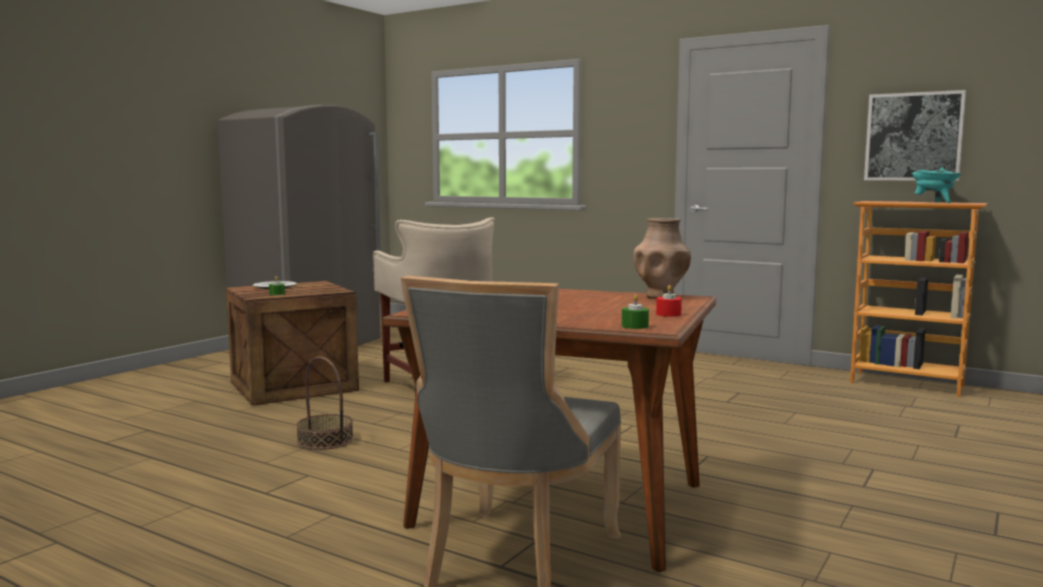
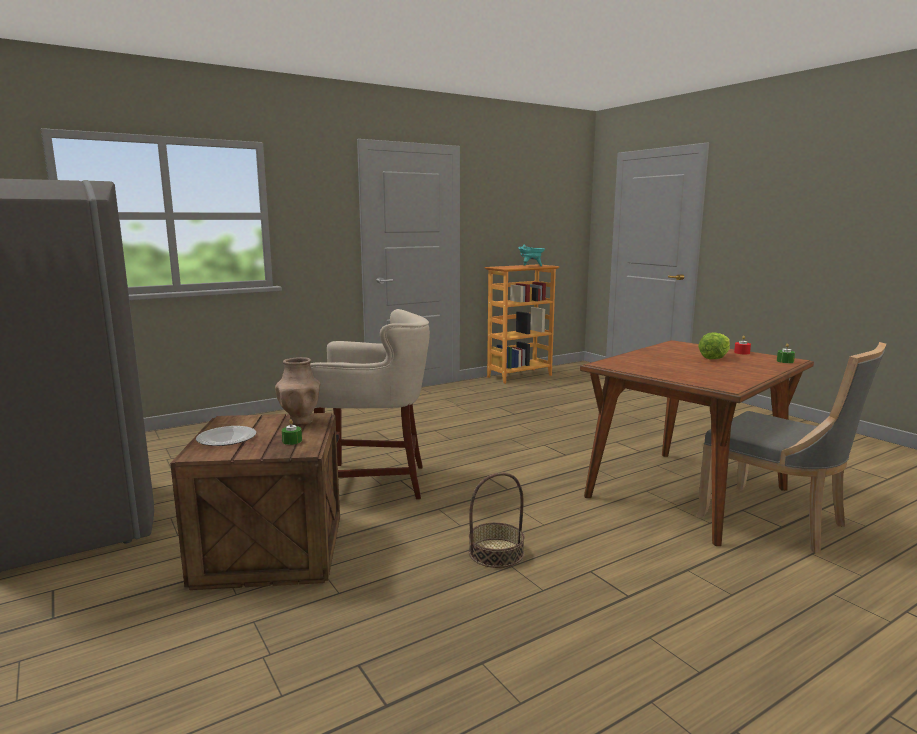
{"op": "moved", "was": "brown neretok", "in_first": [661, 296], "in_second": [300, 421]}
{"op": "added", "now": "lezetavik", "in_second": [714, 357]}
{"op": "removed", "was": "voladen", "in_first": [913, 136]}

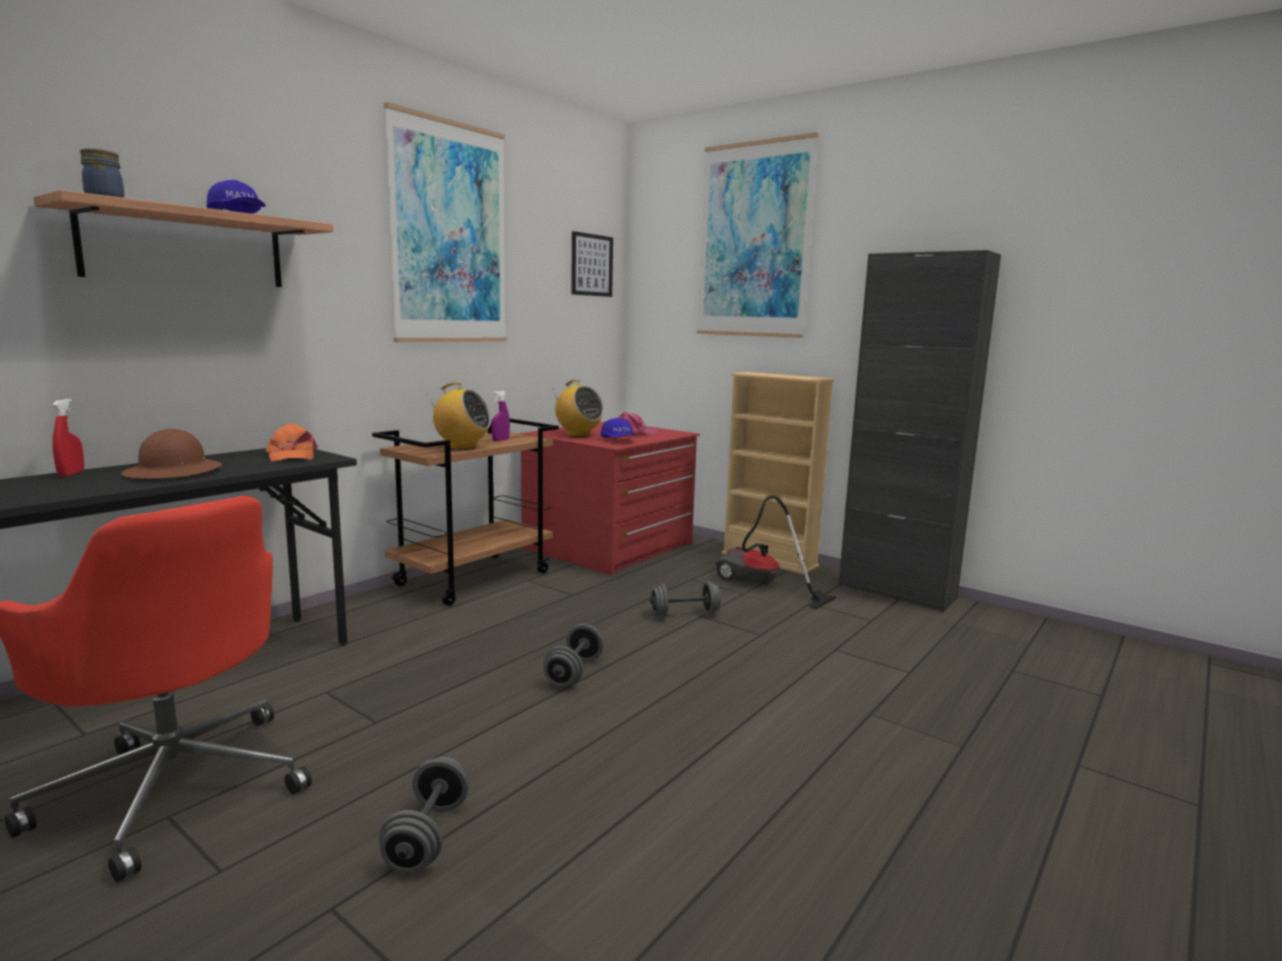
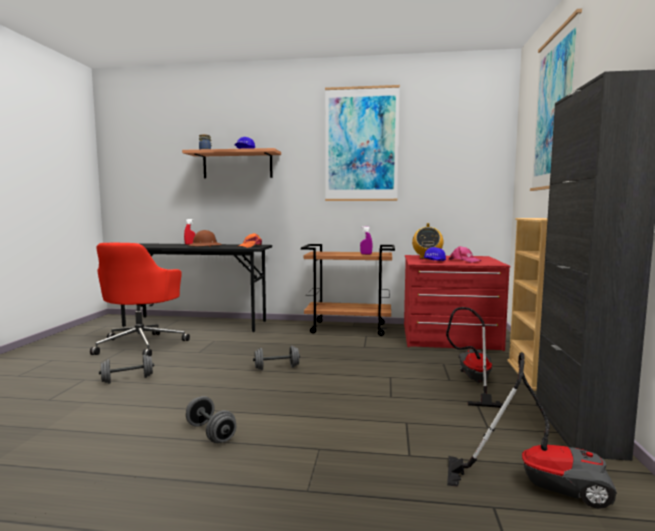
{"op": "moved", "was": "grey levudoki", "in_first": [684, 614], "in_second": [210, 433]}
{"op": "added", "now": "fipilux", "in_second": [538, 482]}
{"op": "removed", "was": "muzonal", "in_first": [462, 447]}
{"op": "removed", "was": "voladen", "in_first": [591, 265]}

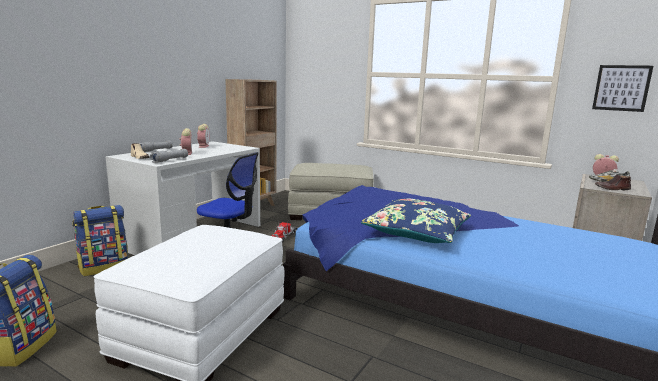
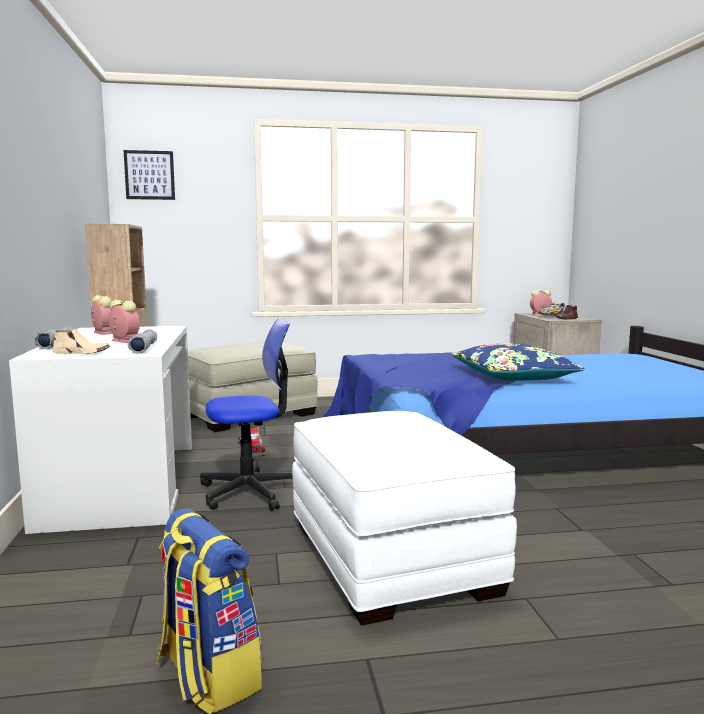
{"op": "moved", "was": "voladen", "in_first": [621, 88], "in_second": [149, 175]}
{"op": "removed", "was": "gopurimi", "in_first": [104, 267]}

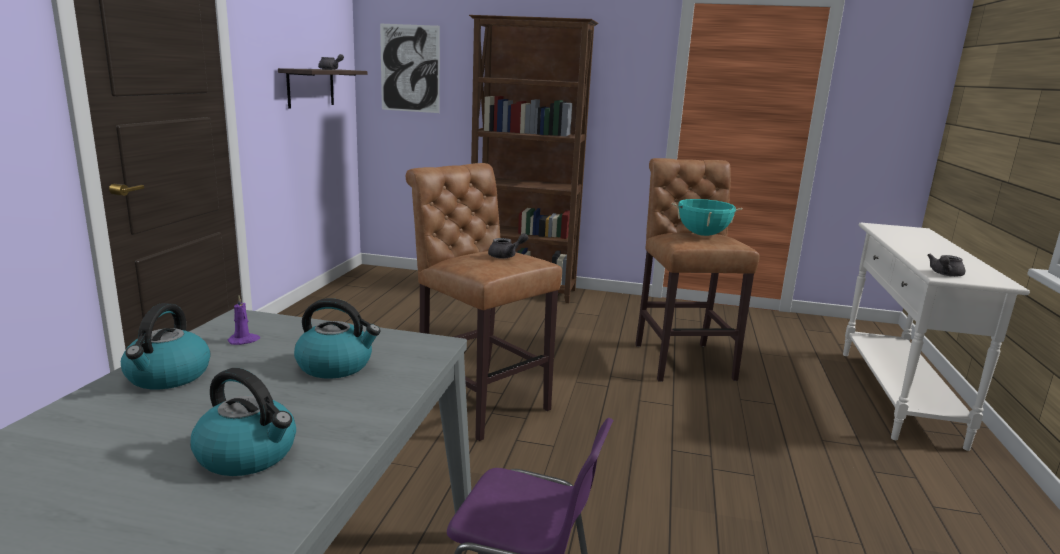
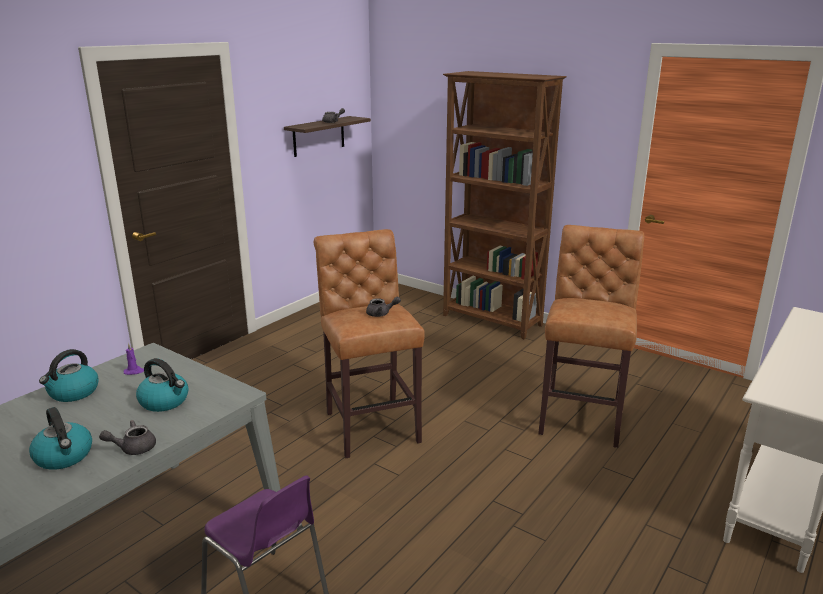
{"op": "moved", "was": "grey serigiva", "in_first": [944, 274], "in_second": [133, 448]}
{"op": "removed", "was": "voladen", "in_first": [410, 68]}
{"op": "removed", "was": "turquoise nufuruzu", "in_first": [703, 234]}

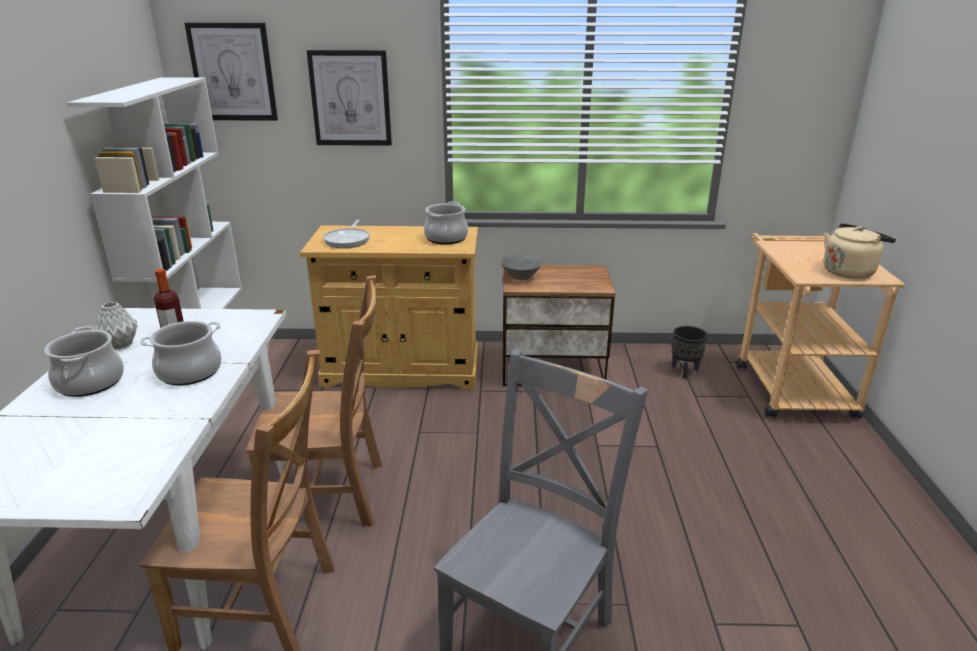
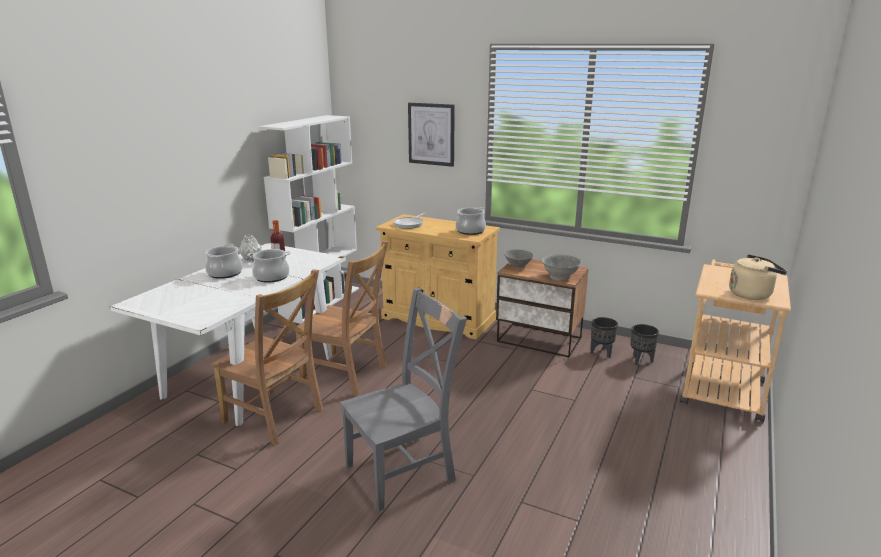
{"op": "added", "now": "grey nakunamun", "in_second": [560, 277]}
{"op": "added", "now": "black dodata", "in_second": [601, 352]}
{"op": "removed", "was": "voladen", "in_first": [233, 72]}

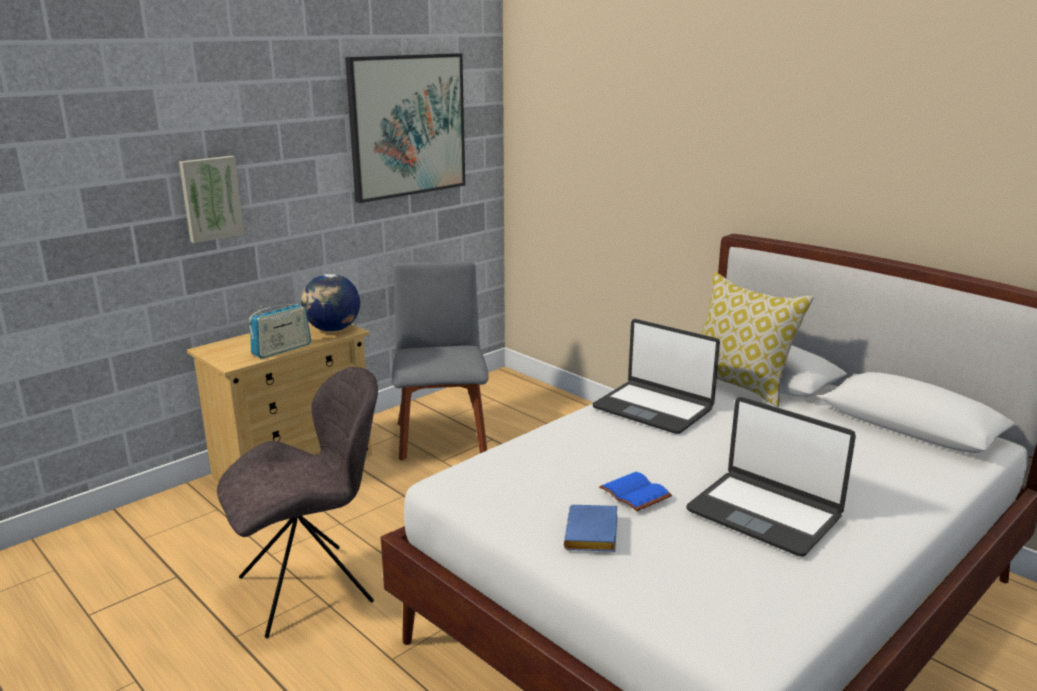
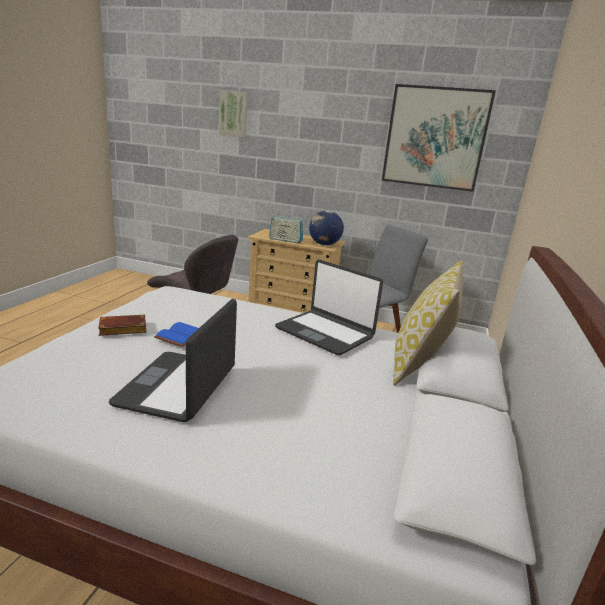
{"op": "recoloured", "was": "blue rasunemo", "now": "brown rasunemo", "in_first": [593, 535], "in_second": [121, 330]}
{"op": "moved", "was": "voladen", "in_first": [210, 198], "in_second": [234, 114]}
{"op": "turned", "was": "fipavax", "in_first": [653, 408], "in_second": [325, 332], "clockwise": -60}

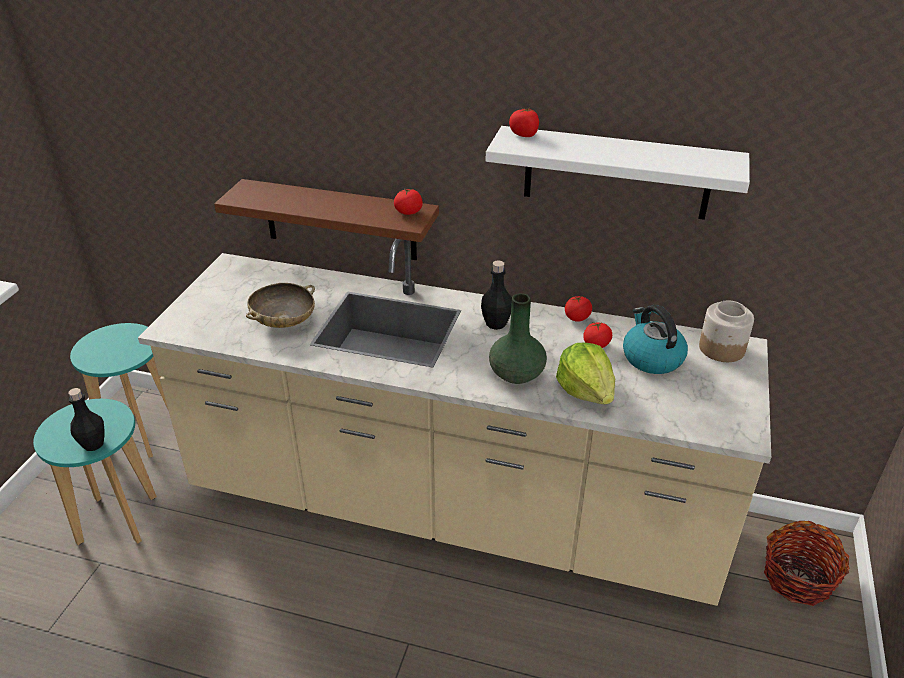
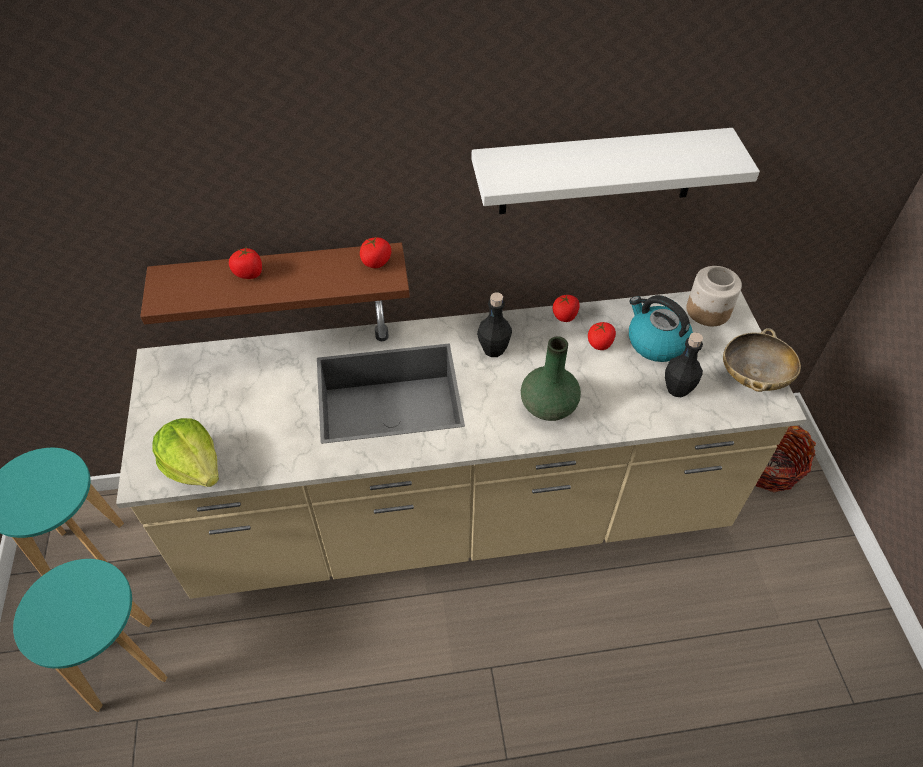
{"op": "moved", "was": "lezetavik", "in_first": [586, 390], "in_second": [194, 465]}
{"op": "moved", "was": "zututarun", "in_first": [524, 134], "in_second": [249, 273]}
{"op": "moved", "was": "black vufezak", "in_first": [93, 444], "in_second": [677, 388]}
{"op": "moved", "was": "beige nakunamun", "in_first": [284, 322], "in_second": [754, 376]}

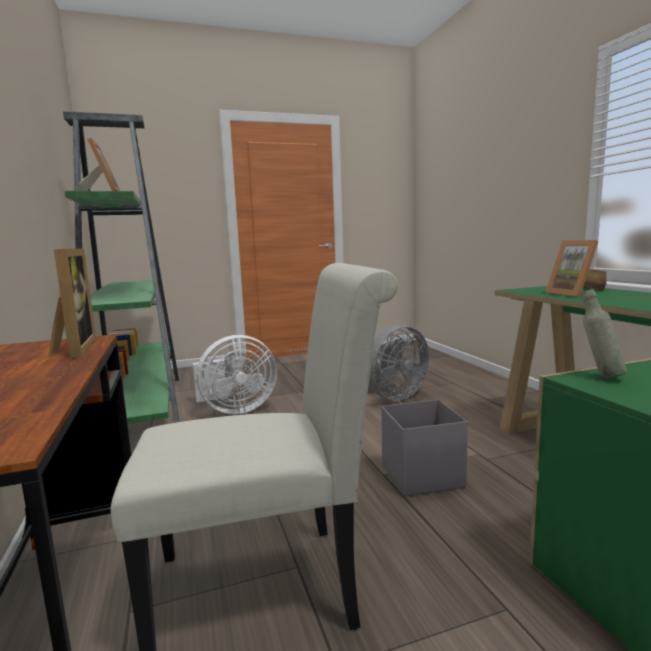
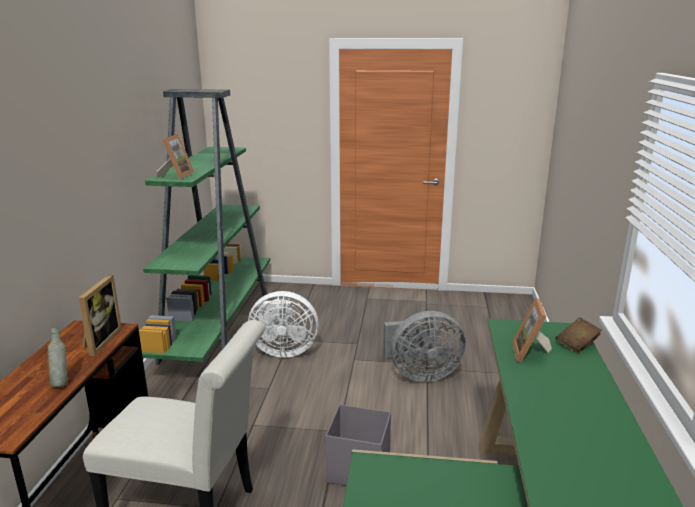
{"op": "moved", "was": "grey vufezak", "in_first": [600, 376], "in_second": [61, 383]}

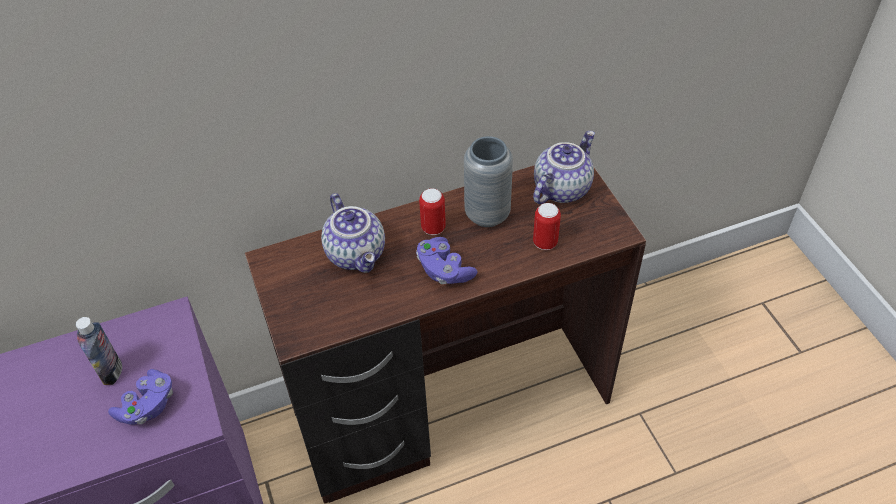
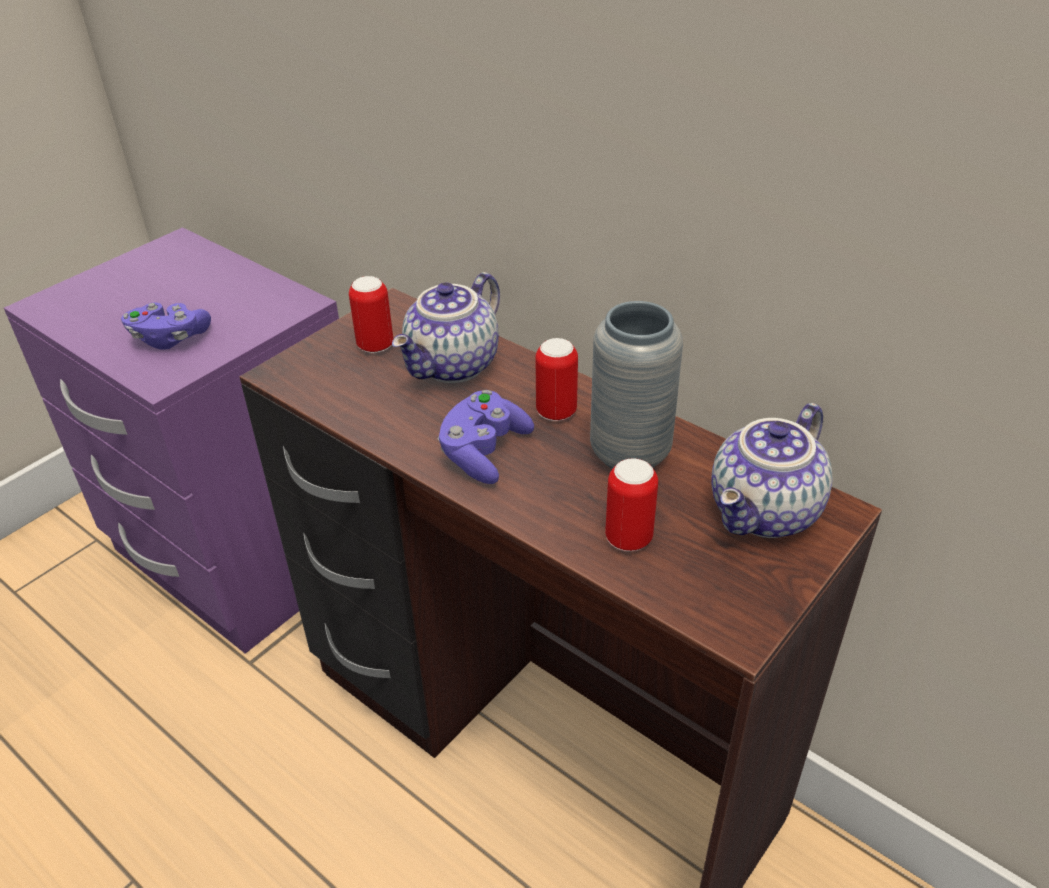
{"op": "added", "now": "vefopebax", "in_second": [375, 346]}
{"op": "turned", "was": "serigiva", "in_first": [561, 188], "in_second": [766, 514], "clockwise": 120}
{"op": "removed", "was": "vufezak", "in_first": [111, 372]}

